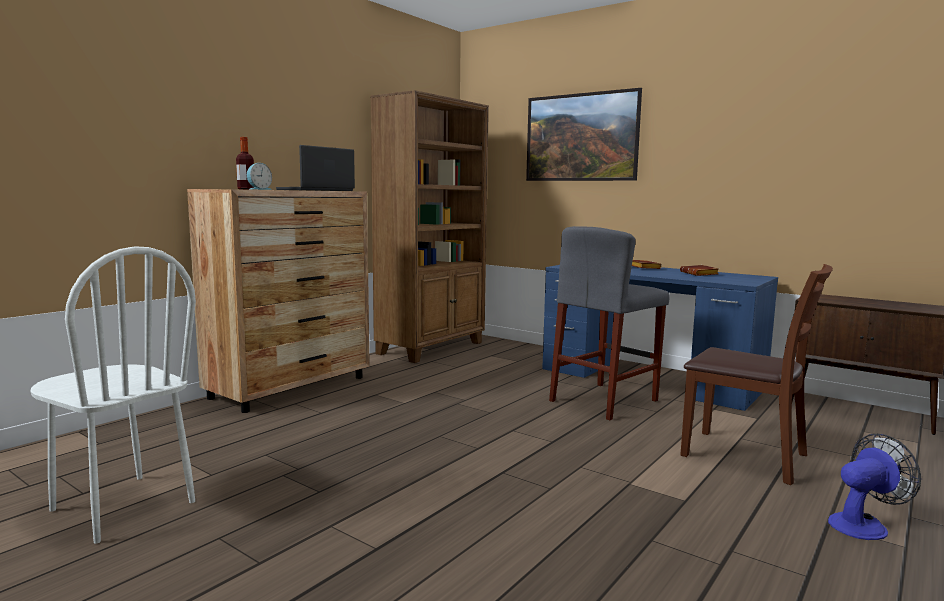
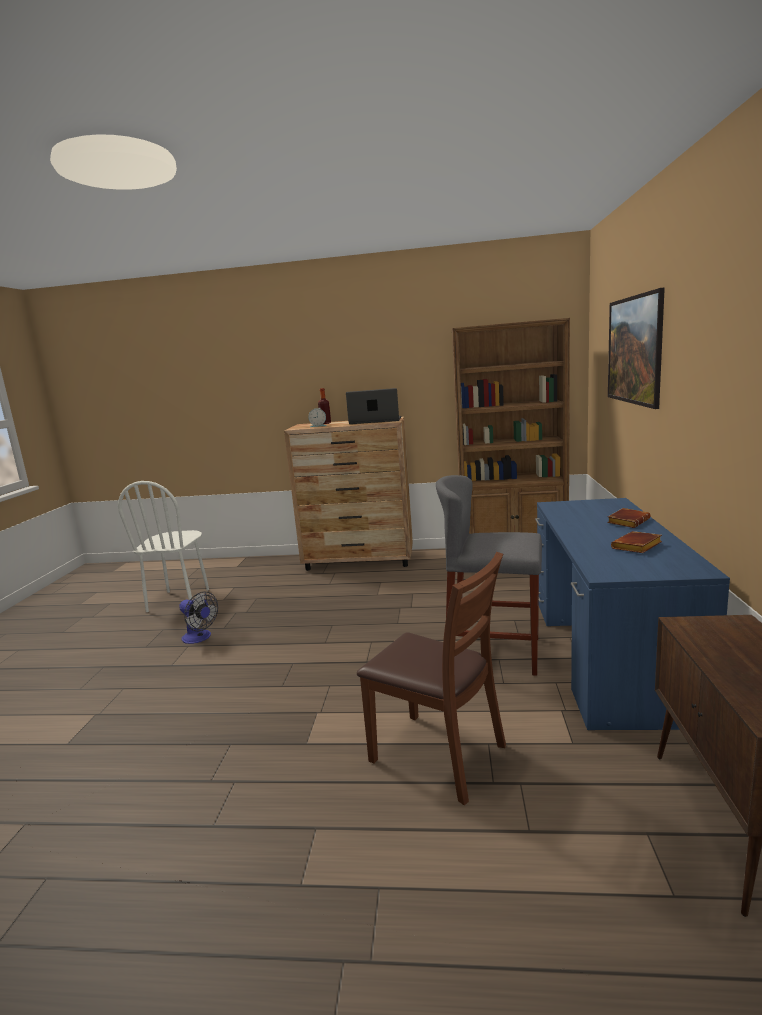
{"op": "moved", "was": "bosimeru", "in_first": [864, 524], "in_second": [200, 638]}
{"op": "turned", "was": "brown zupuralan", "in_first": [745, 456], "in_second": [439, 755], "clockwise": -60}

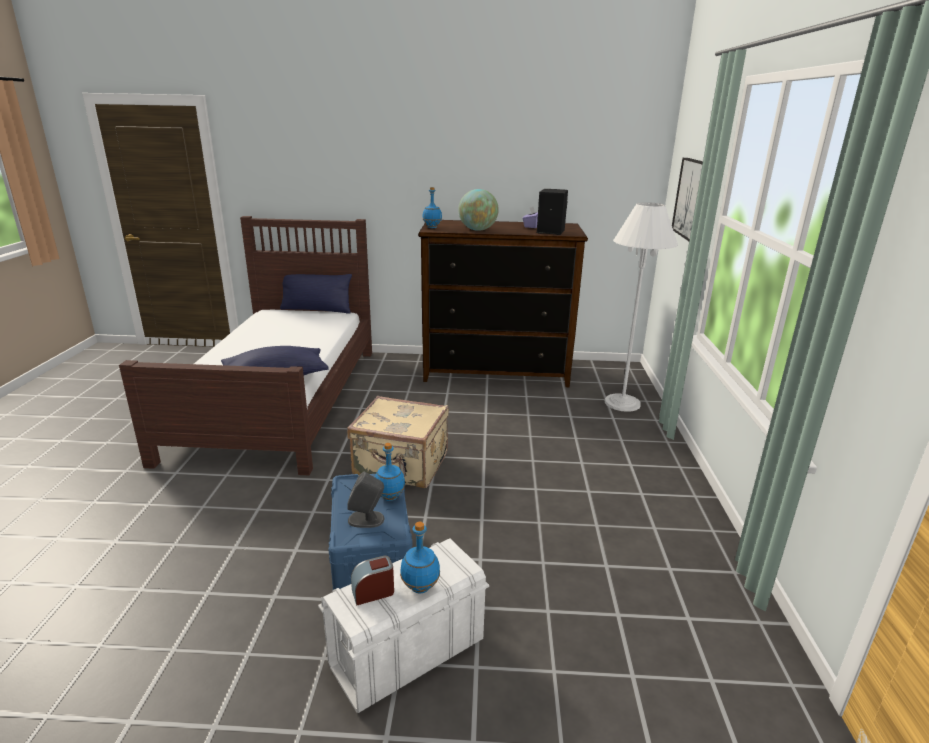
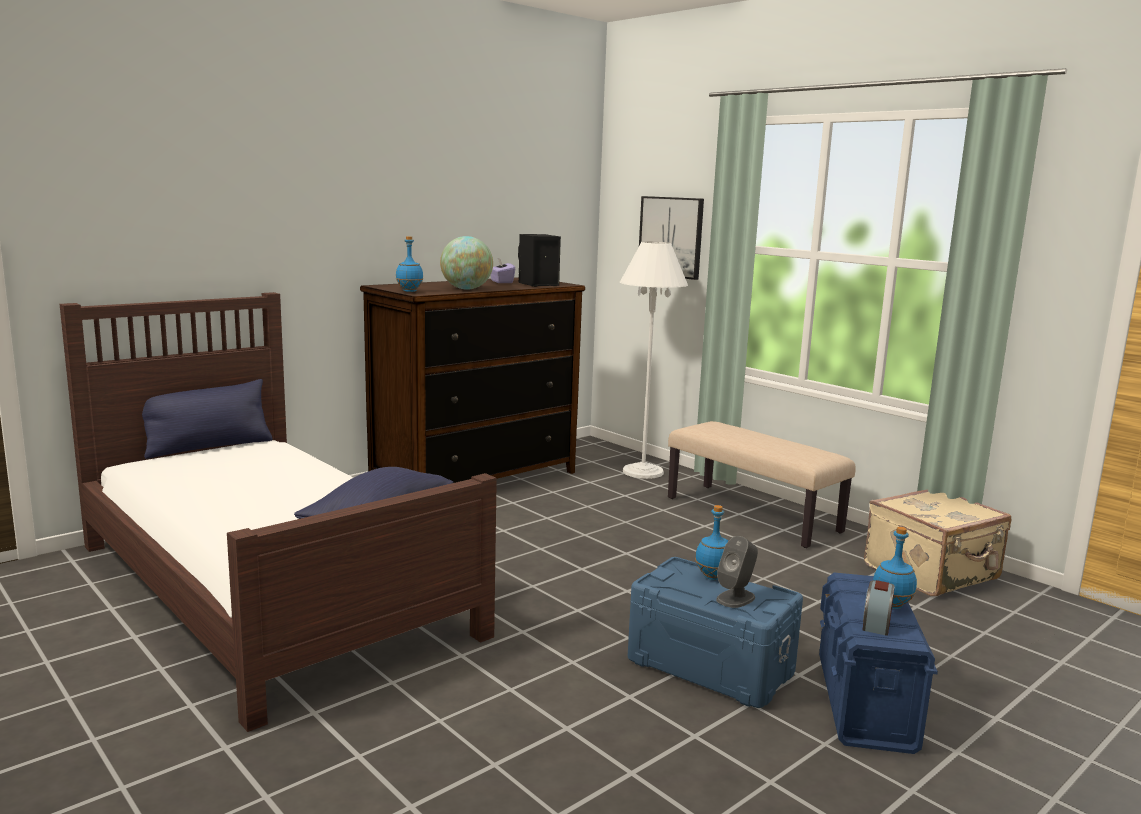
{"op": "added", "now": "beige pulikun", "in_second": [753, 514]}
{"op": "recoloured", "was": "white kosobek", "now": "blue kosobek", "in_first": [406, 653], "in_second": [864, 703]}
{"op": "moved", "was": "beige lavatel", "in_first": [401, 466], "in_second": [933, 573]}

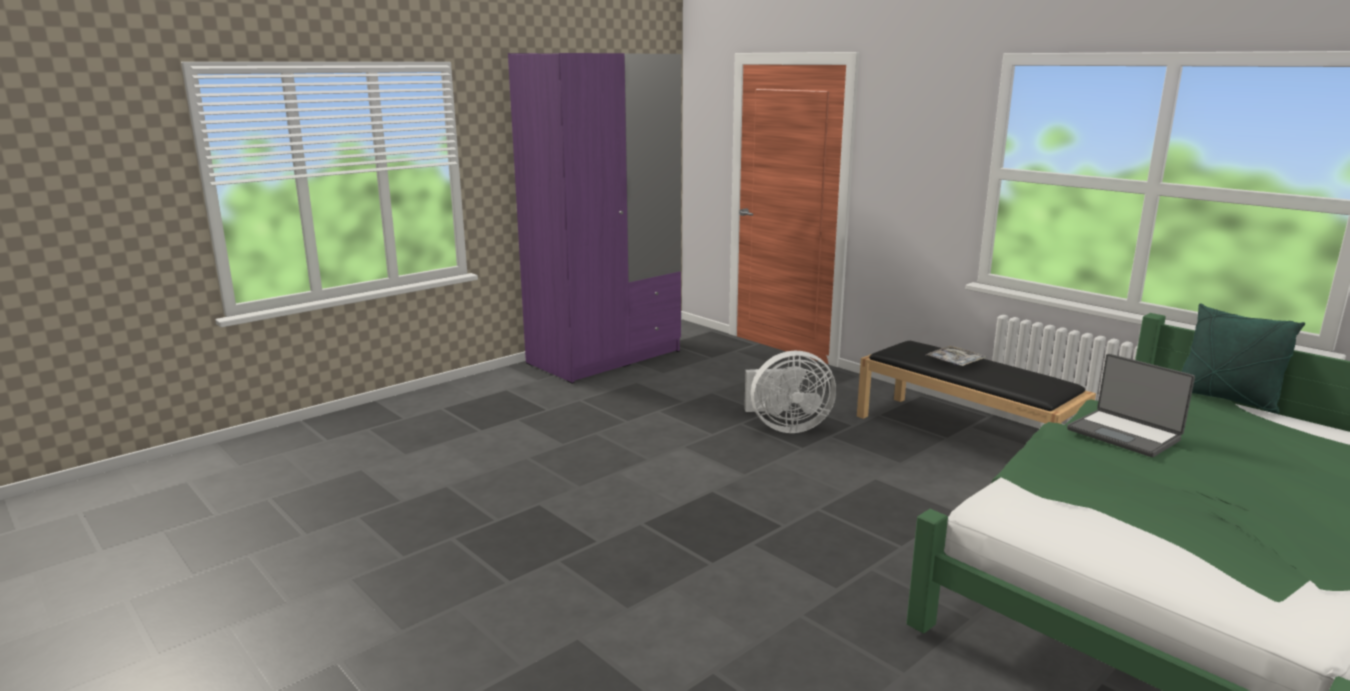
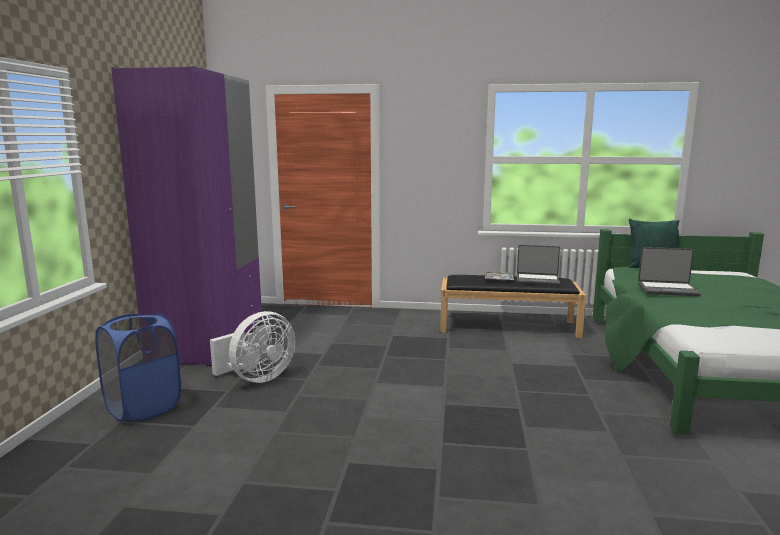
{"op": "added", "now": "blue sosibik", "in_second": [143, 408]}
{"op": "moved", "was": "white bosimeru", "in_first": [785, 427], "in_second": [257, 378]}
{"op": "added", "now": "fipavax", "in_second": [537, 280]}

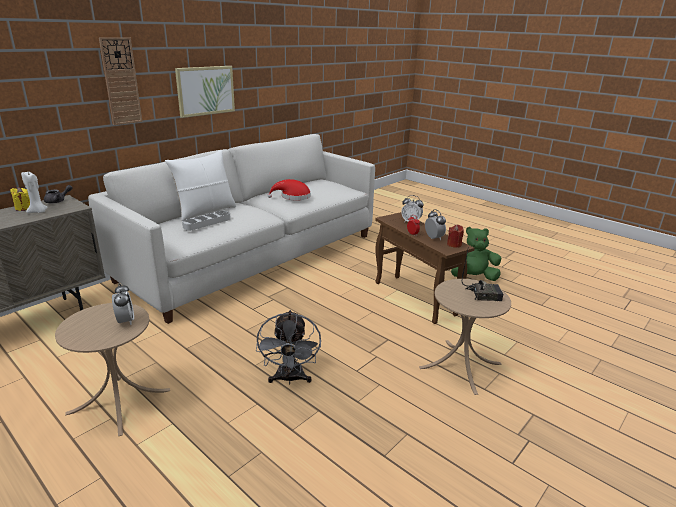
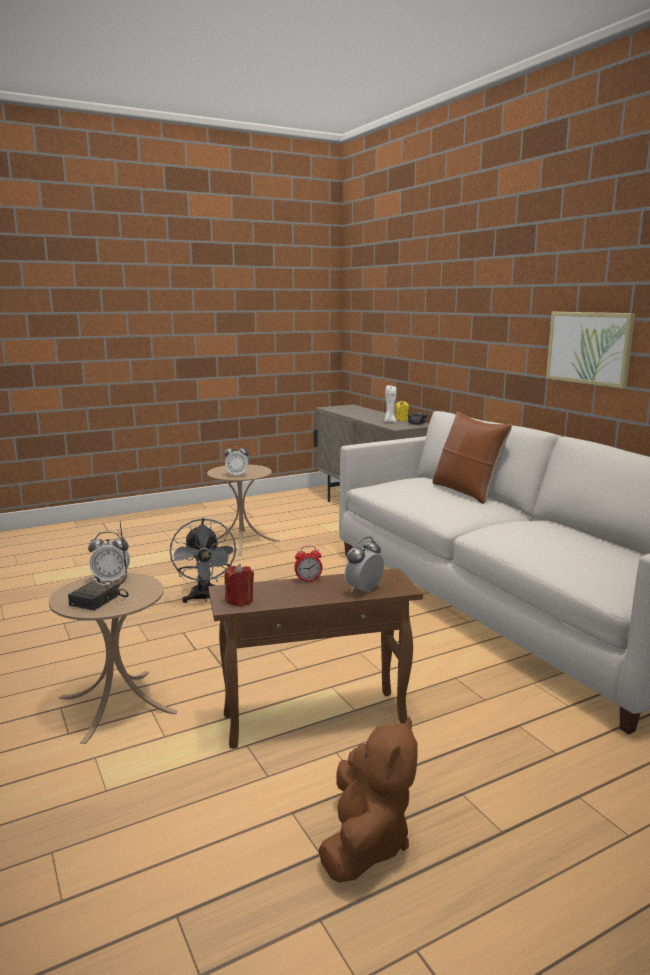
{"op": "moved", "was": "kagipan", "in_first": [433, 238], "in_second": [111, 580]}
{"op": "turned", "was": "grey bosimeru", "in_first": [289, 379], "in_second": [205, 598], "clockwise": -120}
{"op": "recoloured", "was": "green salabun", "now": "brown salabun", "in_first": [473, 277], "in_second": [365, 843]}
{"op": "recoloured", "was": "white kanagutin", "now": "brown kanagutin", "in_first": [205, 211], "in_second": [466, 492]}
{"op": "removed", "was": "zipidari", "in_first": [121, 81]}
{"op": "removed", "was": "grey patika", "in_first": [207, 223]}
{"op": "removed", "was": "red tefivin", "in_first": [293, 197]}

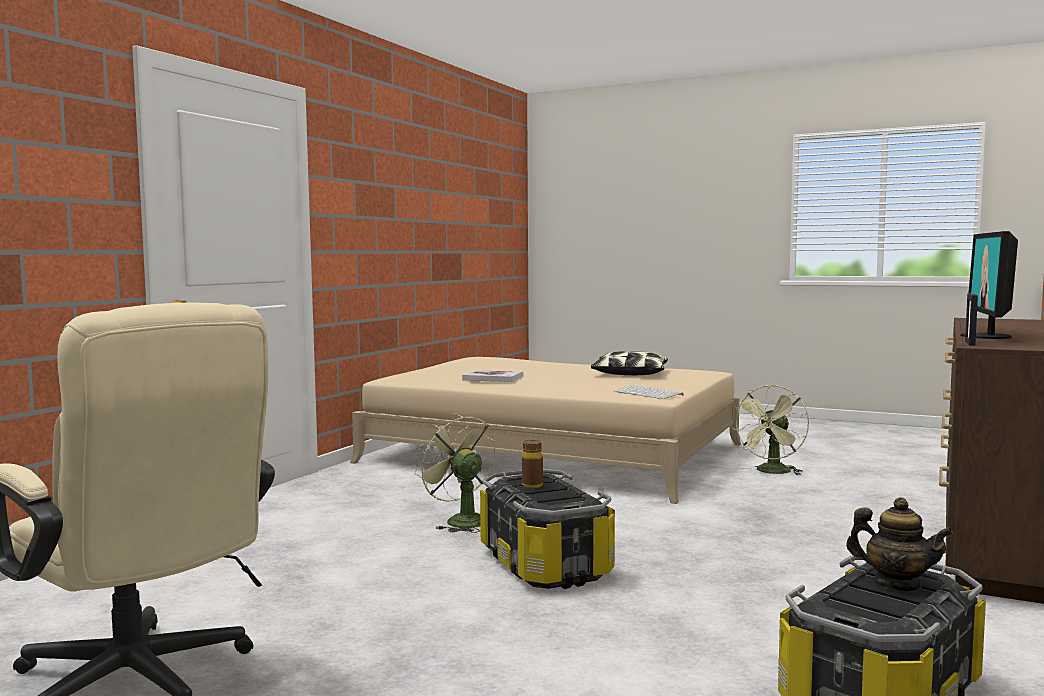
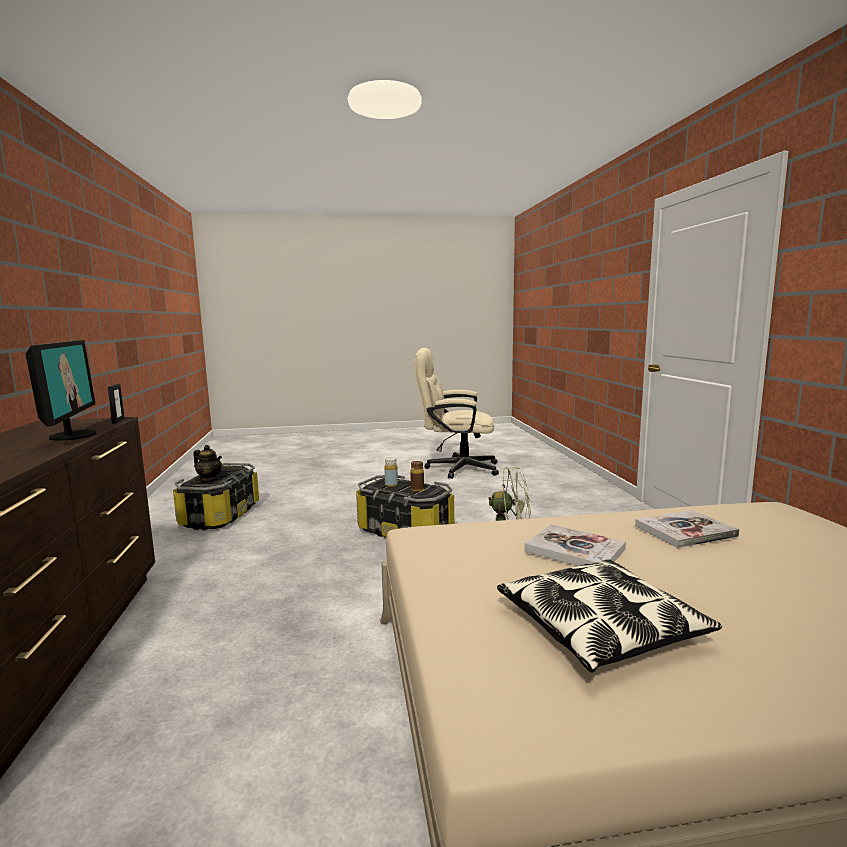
{"op": "turned", "was": "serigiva", "in_first": [897, 584], "in_second": [209, 480], "clockwise": -150}
{"op": "added", "now": "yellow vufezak", "in_second": [391, 485]}
{"op": "added", "now": "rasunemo", "in_second": [575, 550]}
{"op": "removed", "was": "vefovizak", "in_first": [649, 393]}
{"op": "removed", "was": "green bosimeru", "in_first": [772, 472]}

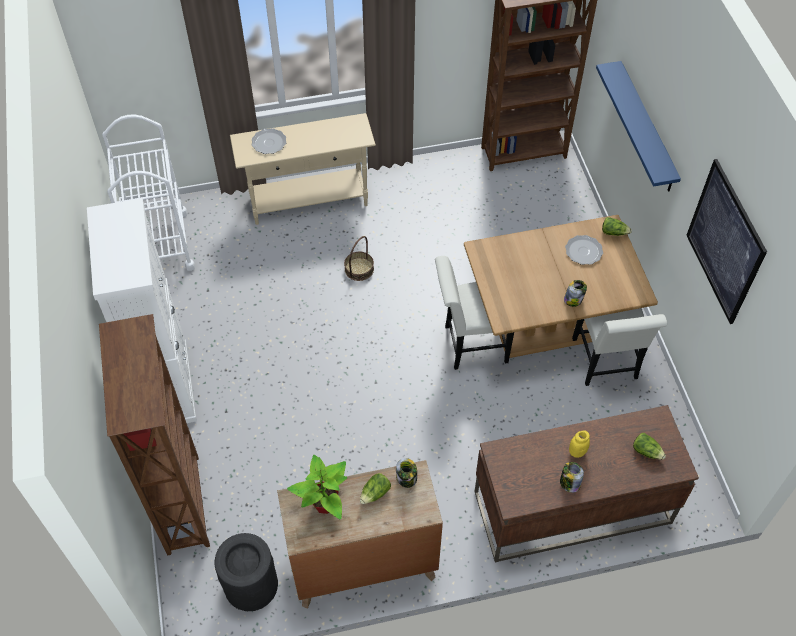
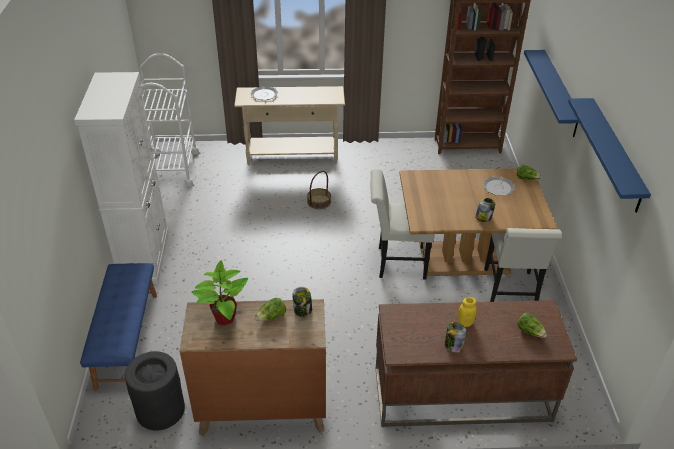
{"op": "replaced", "was": "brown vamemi", "now": "blue pulikun", "in_first": [184, 503], "in_second": [126, 339]}
{"op": "replaced", "was": "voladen", "now": "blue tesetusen", "in_first": [725, 242], "in_second": [615, 154]}

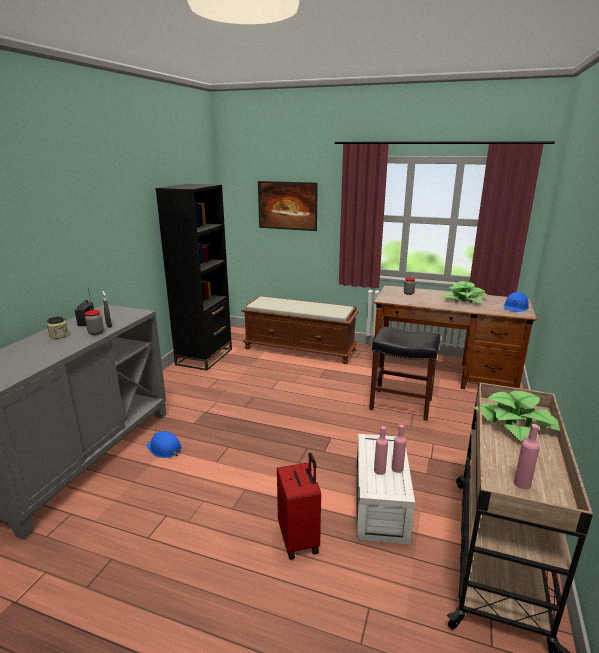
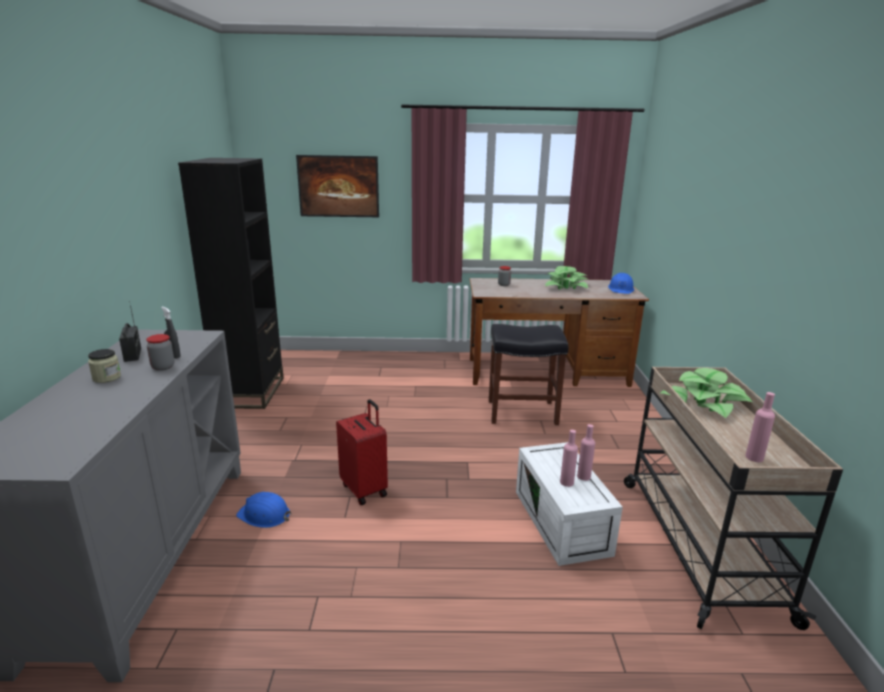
{"op": "moved", "was": "red lavatel", "in_first": [299, 539], "in_second": [365, 489]}
{"op": "removed", "was": "brown pulikun", "in_first": [300, 349]}

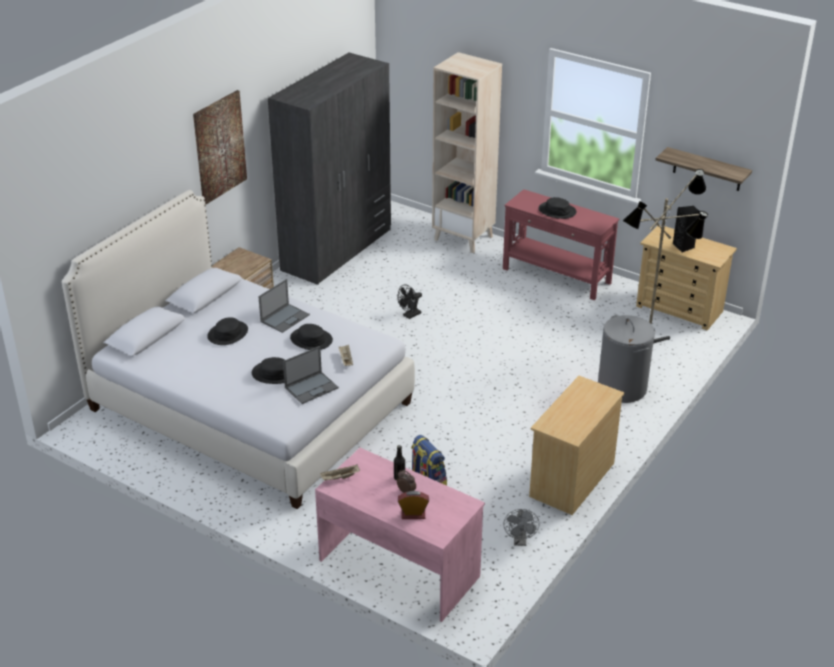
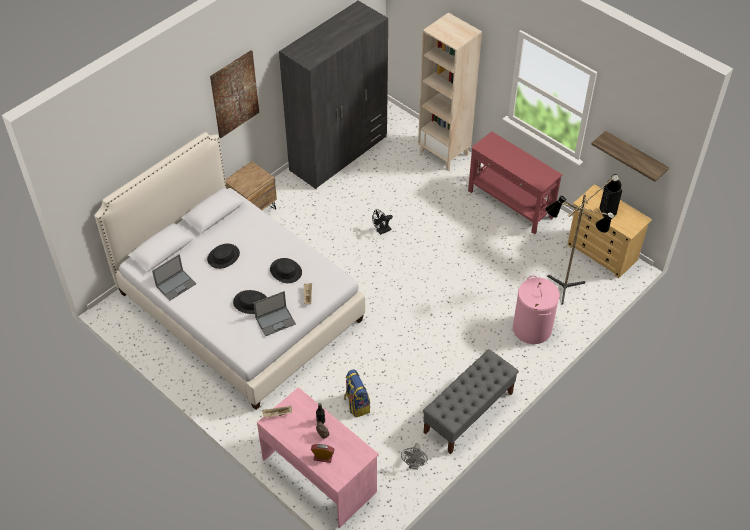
{"op": "moved", "was": "fipavax", "in_first": [285, 318], "in_second": [176, 285]}
{"op": "replaced", "was": "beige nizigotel", "now": "grey pulikun", "in_first": [571, 480], "in_second": [468, 413]}
{"op": "recoloured", "was": "grey sosibik", "now": "pink sosibik", "in_first": [622, 388], "in_second": [532, 328]}
{"op": "removed", "was": "black tefivin", "in_first": [557, 211]}

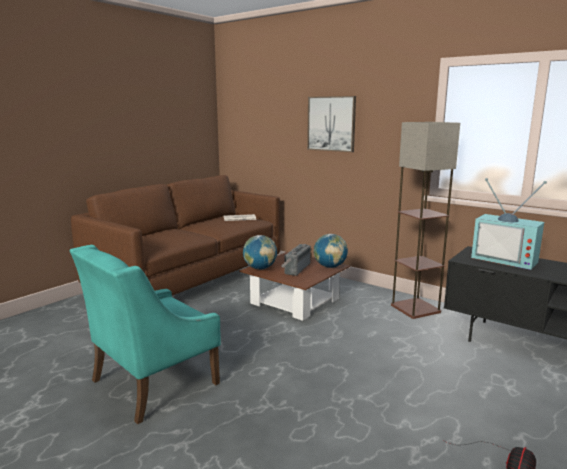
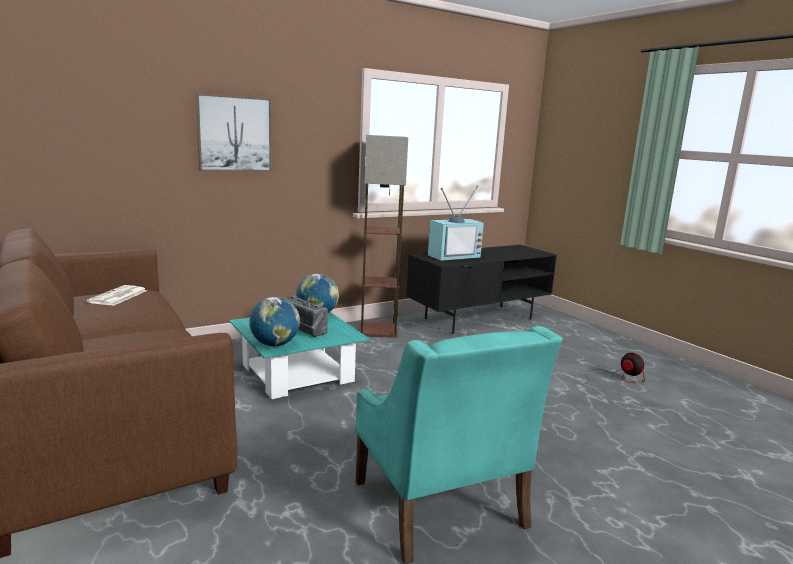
{"op": "recoloured", "was": "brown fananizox", "now": "turquoise fananizox", "in_first": [295, 301], "in_second": [297, 373]}

